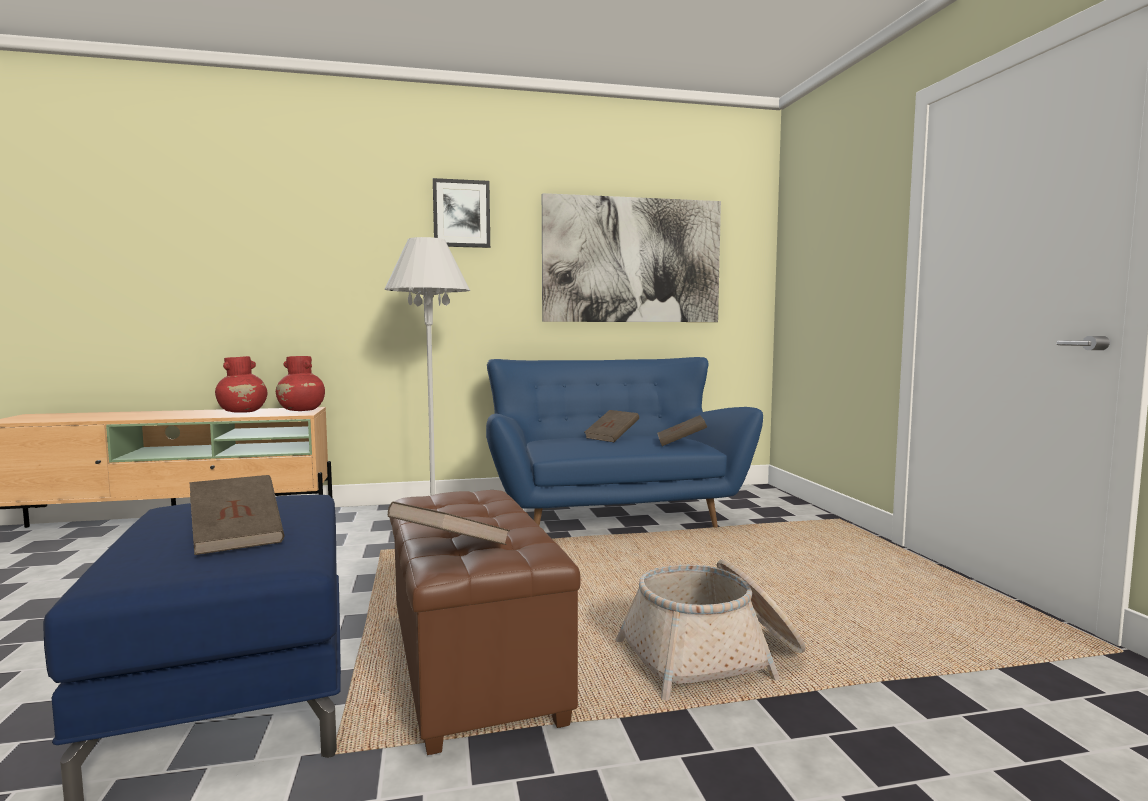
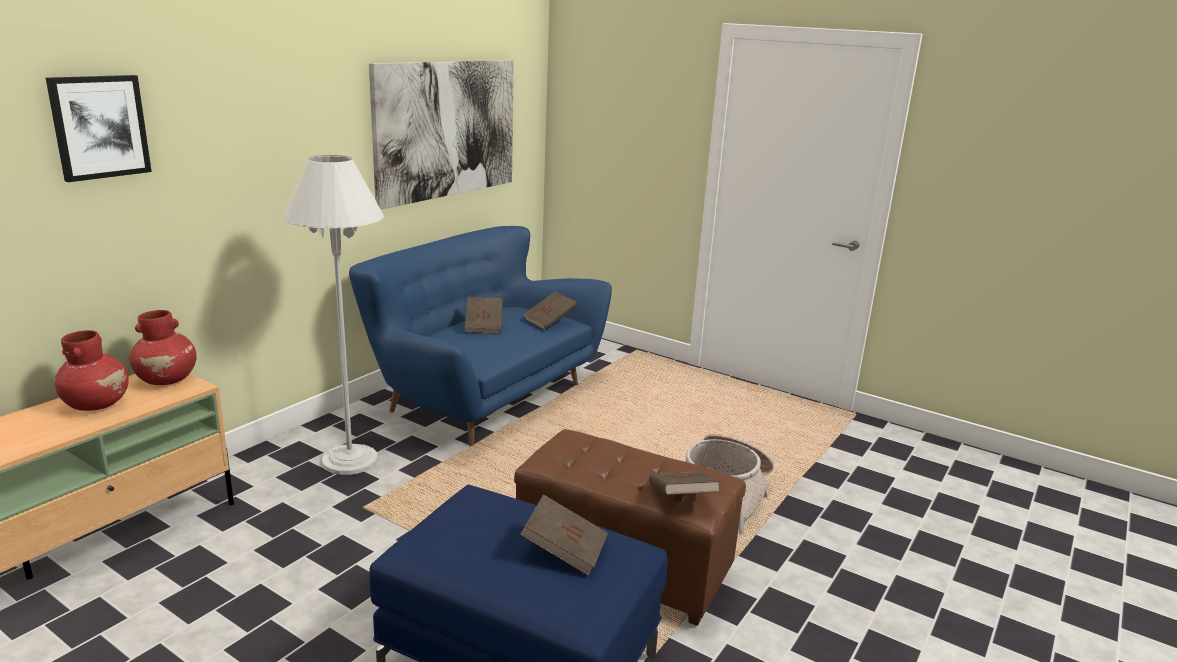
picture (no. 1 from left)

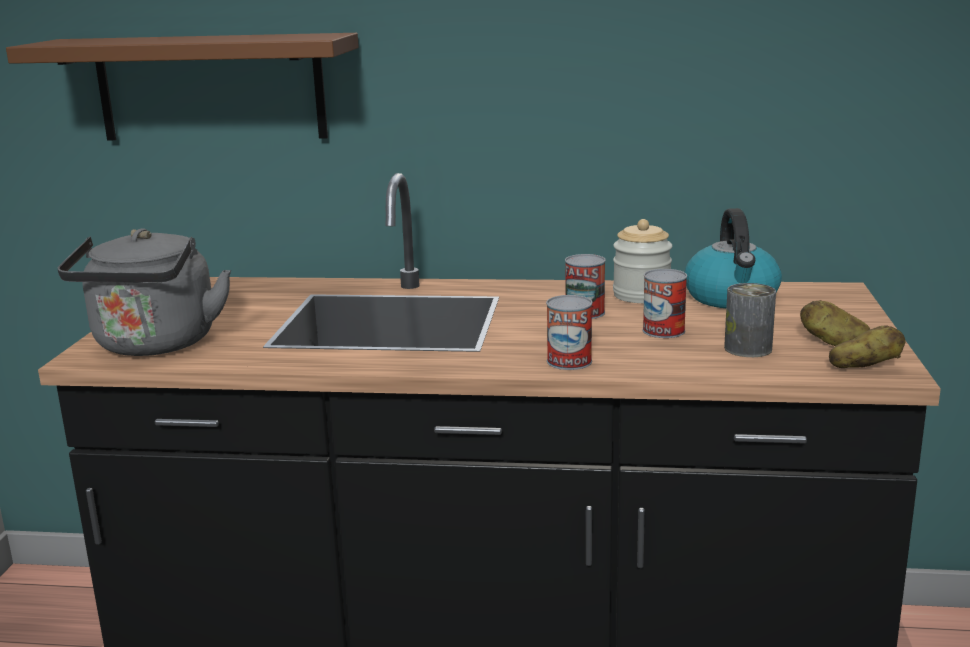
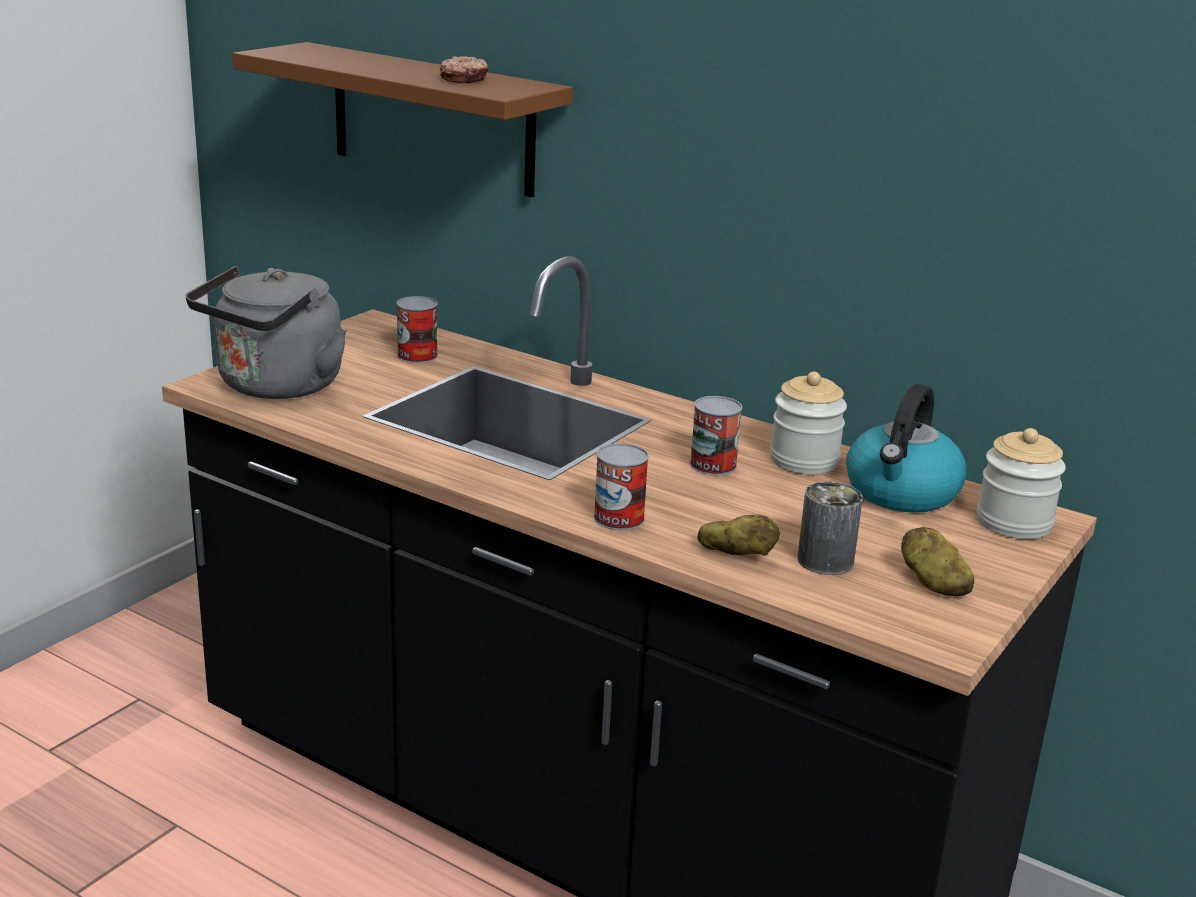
can (no. 1 from left)
donut
potato (no. 1 from left)
jar (no. 2 from left)

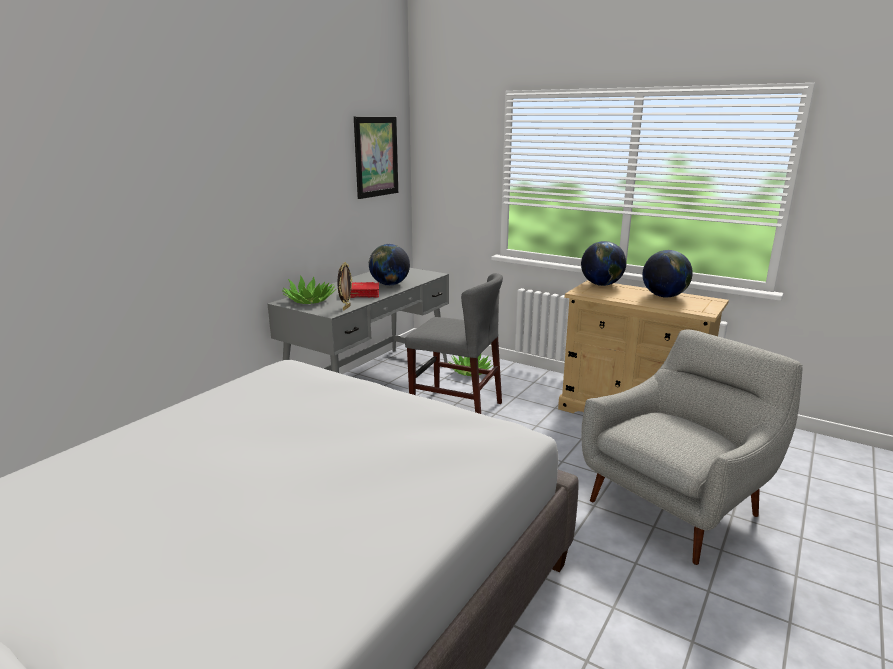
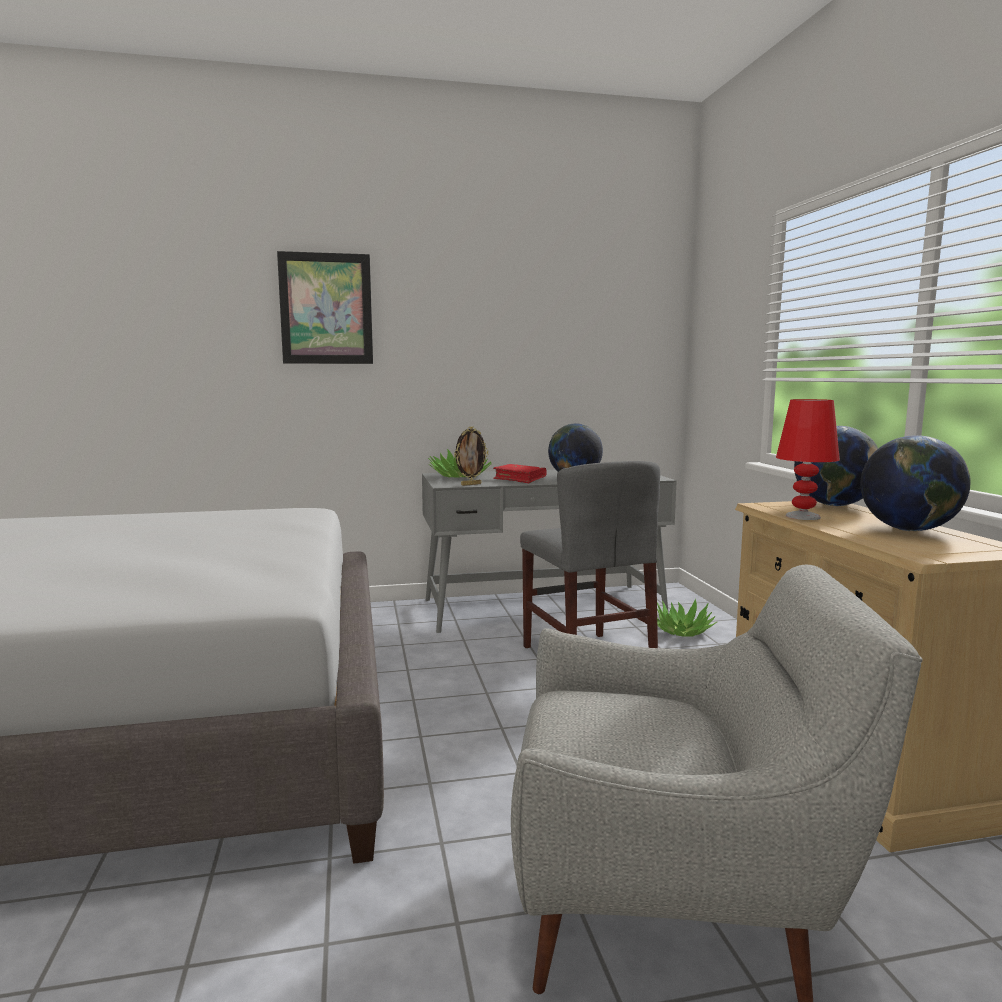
picture
red_table_lamp

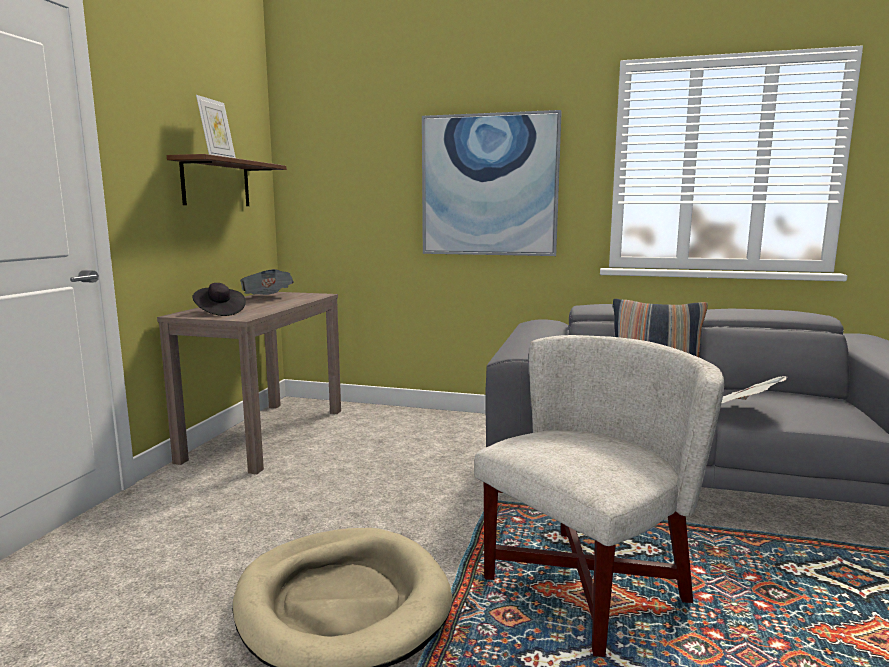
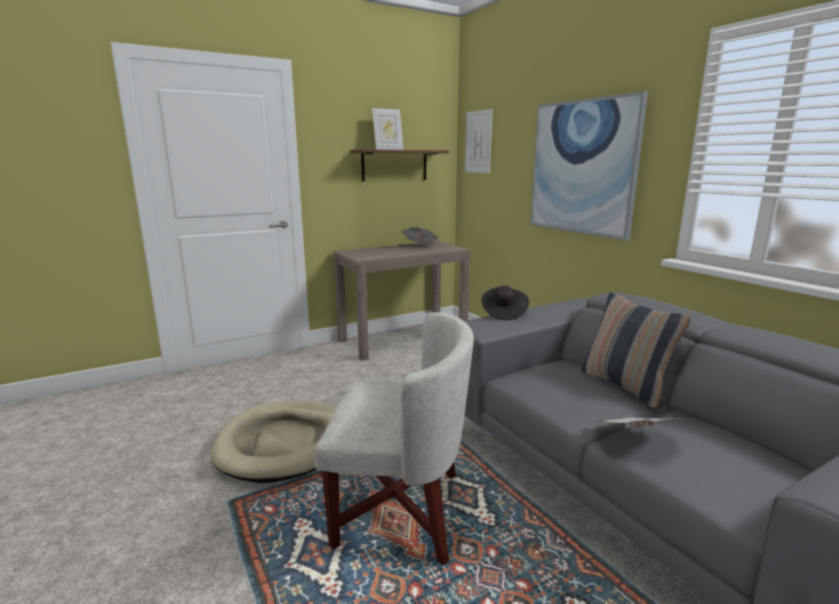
picture (no. 1 from left)
black_hat

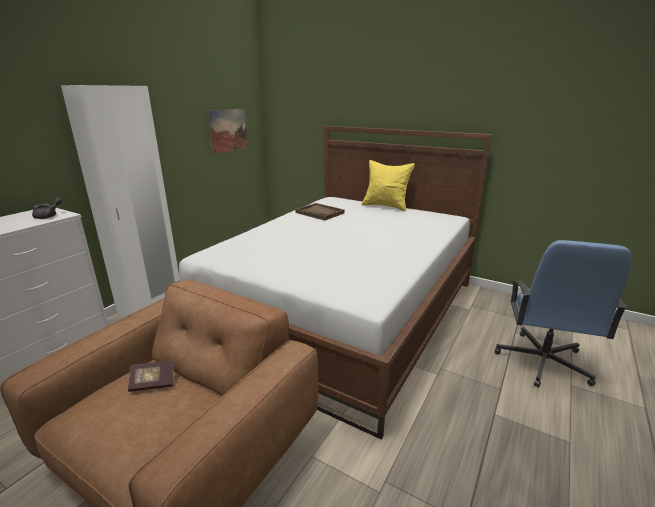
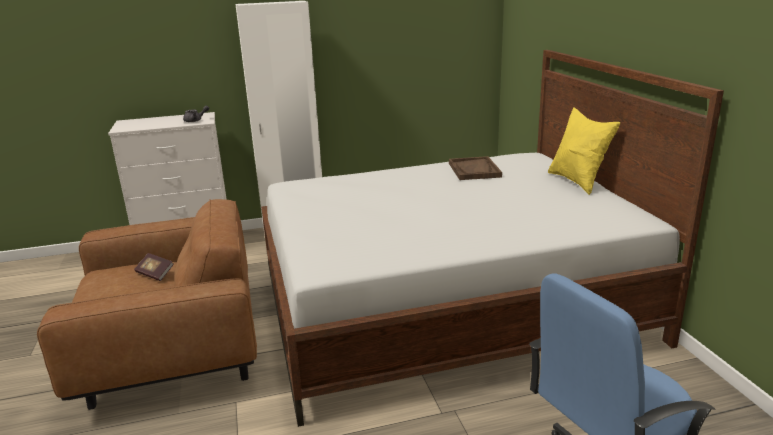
picture

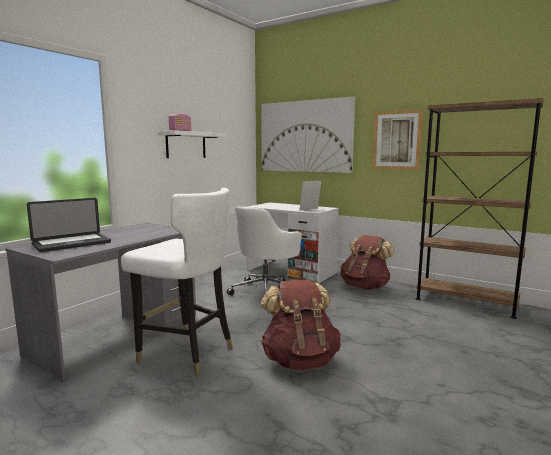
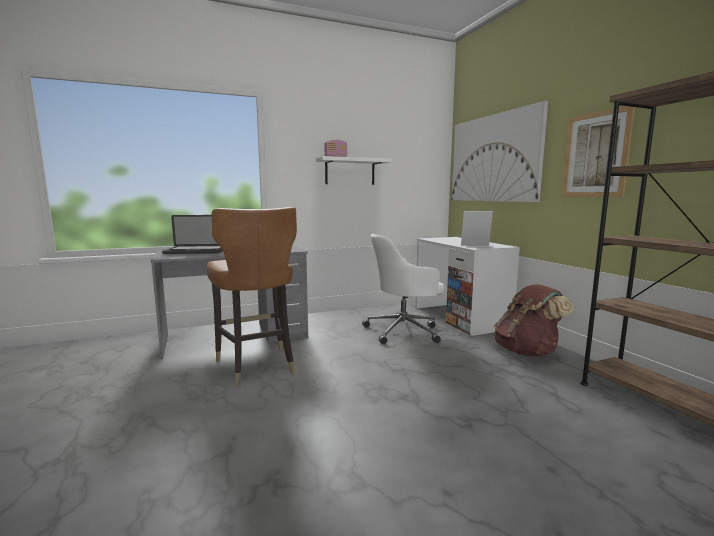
brown_chair
brown_backpack (no. 1 from left in the first image)

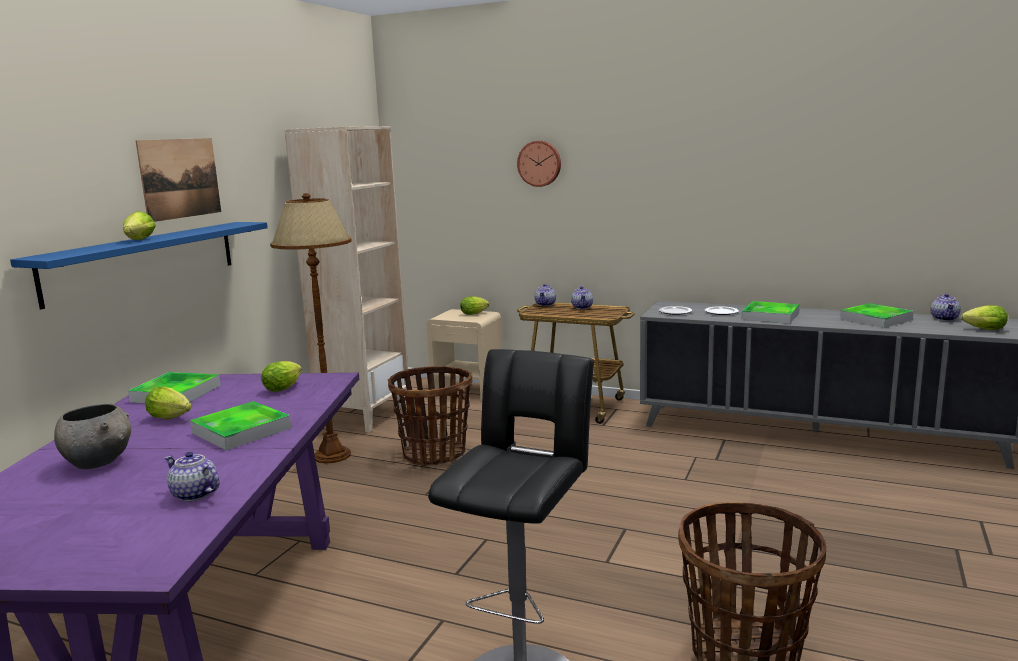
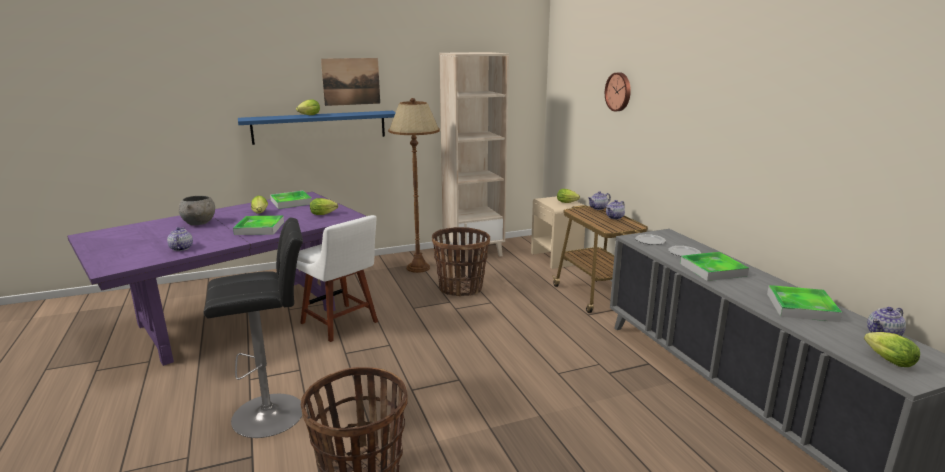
white_chair

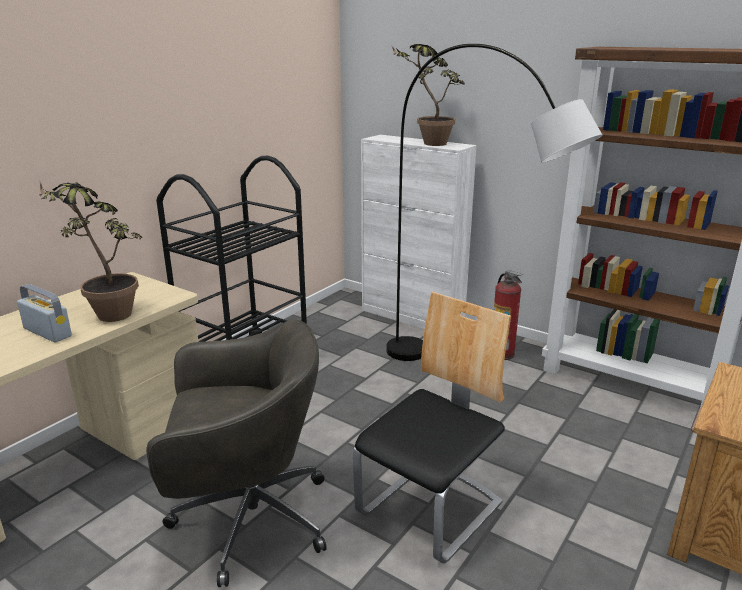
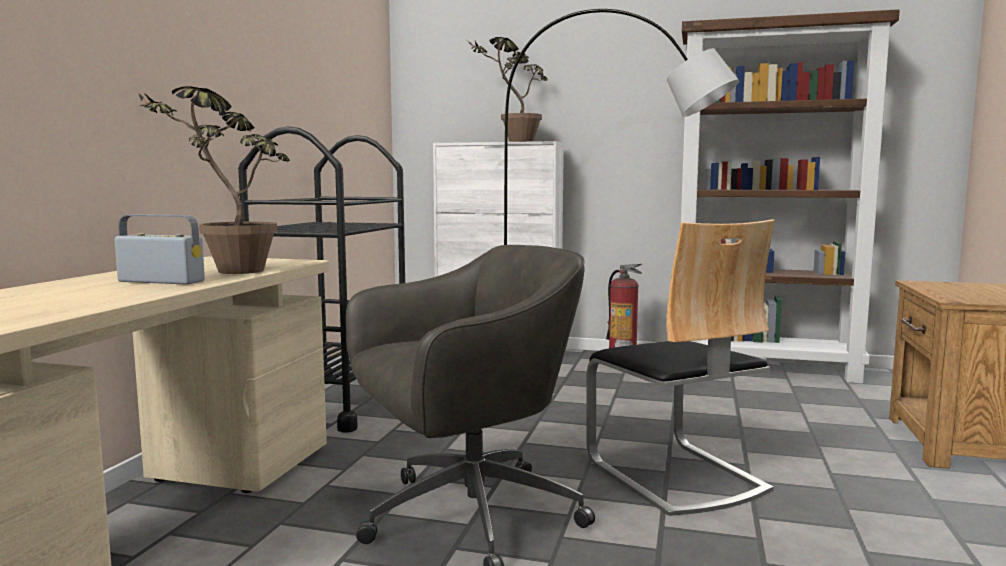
chair

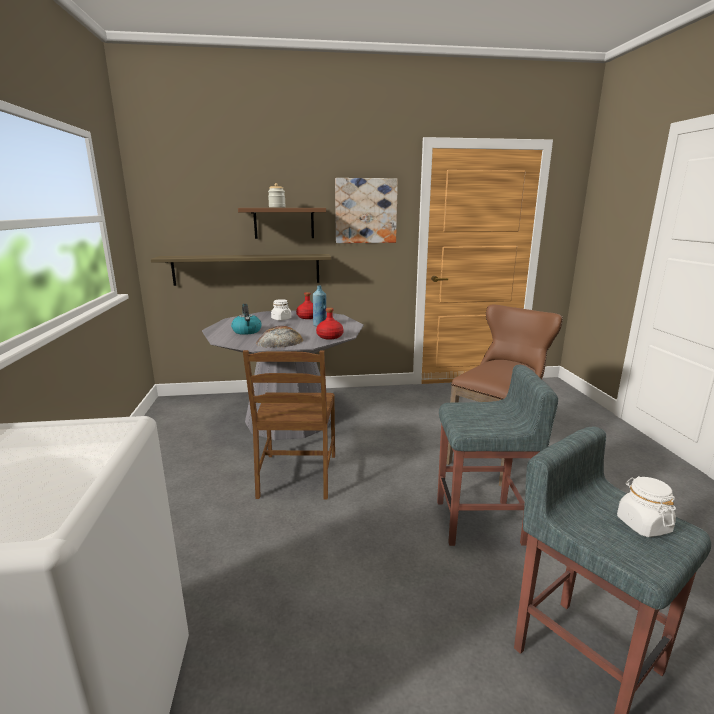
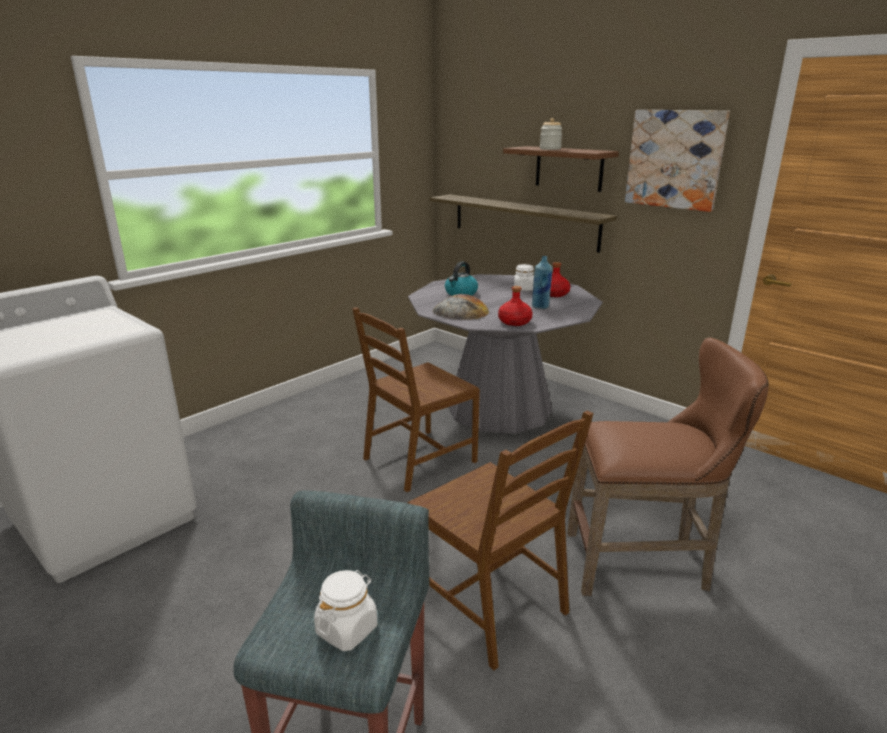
brown_chair (no. 2 from left)

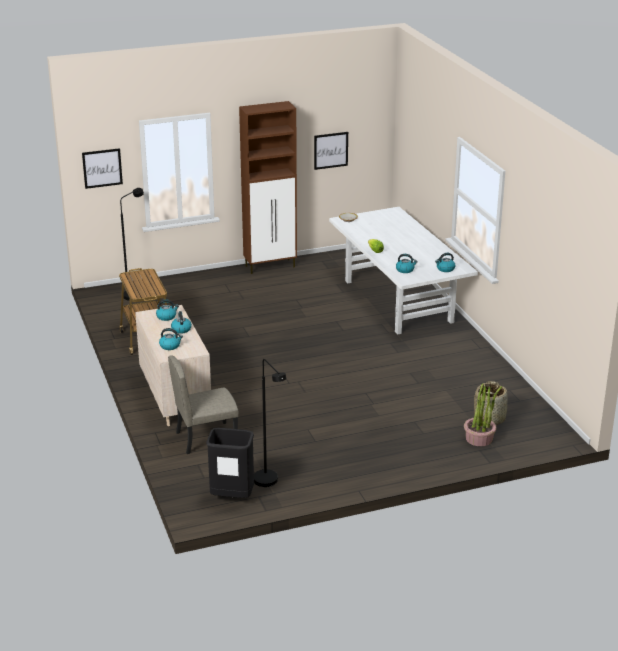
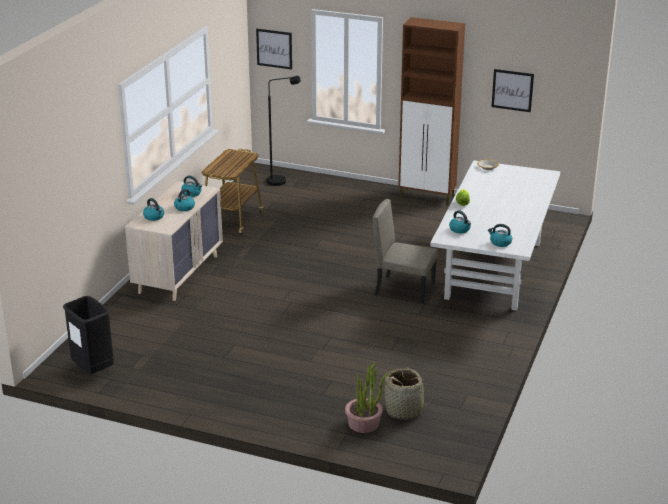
beige_chair
black_floor_lamp (no. 2 from left in the first image)

